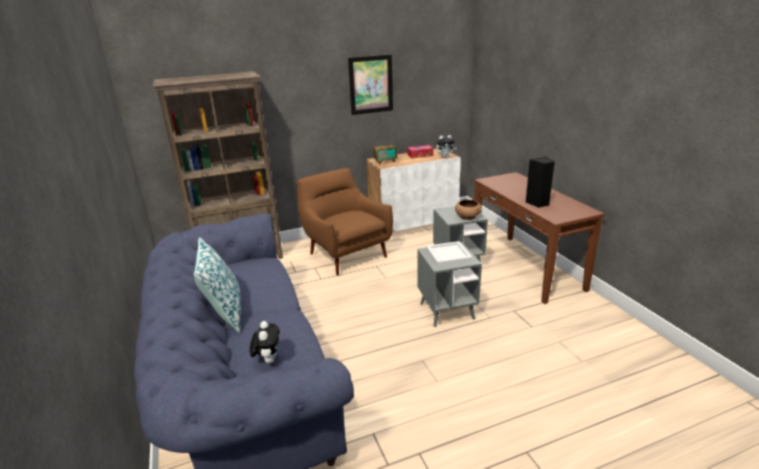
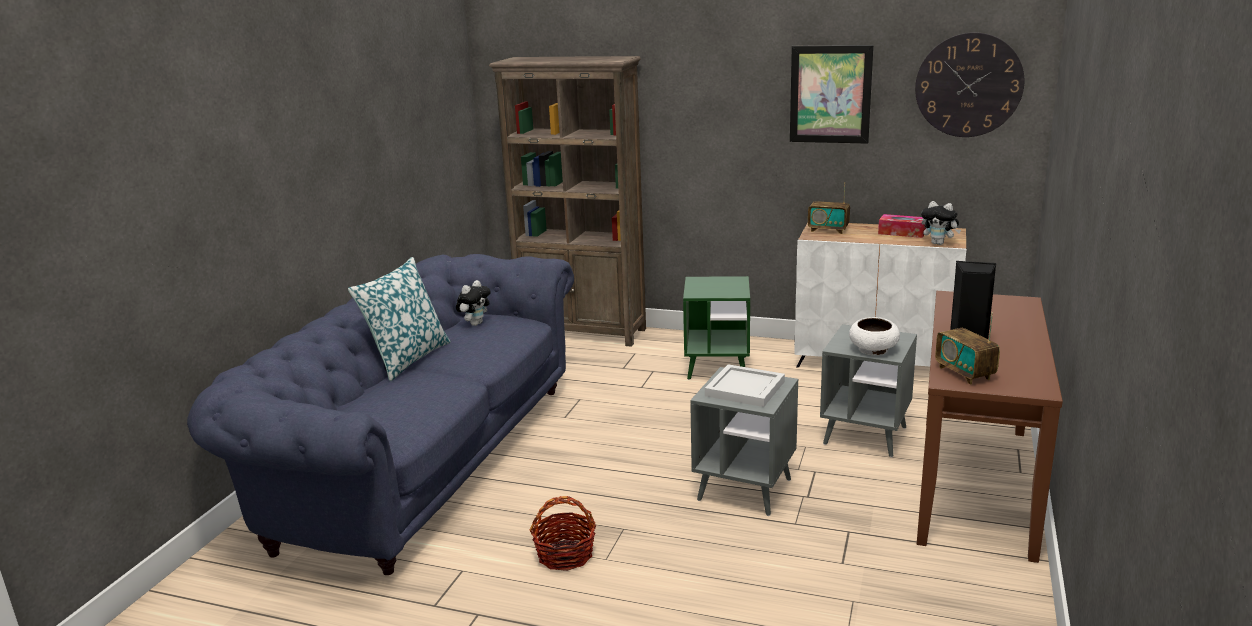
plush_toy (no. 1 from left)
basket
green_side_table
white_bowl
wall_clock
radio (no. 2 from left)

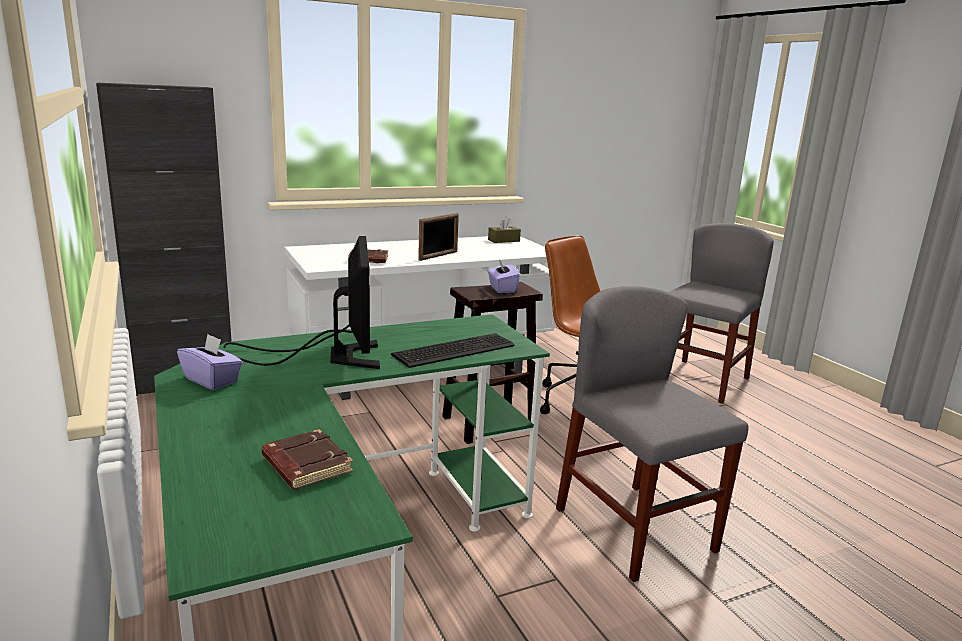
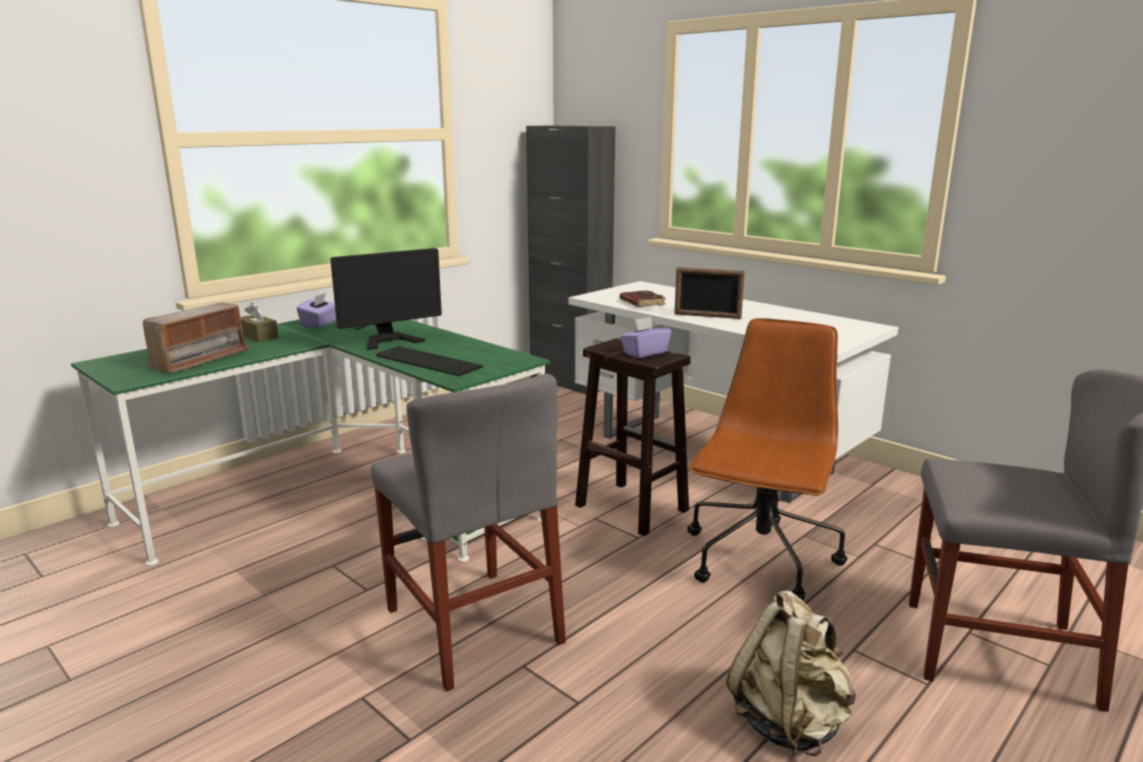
radio
brown_tissue_box
grey_chair (no. 1 from left)
beige_backpack

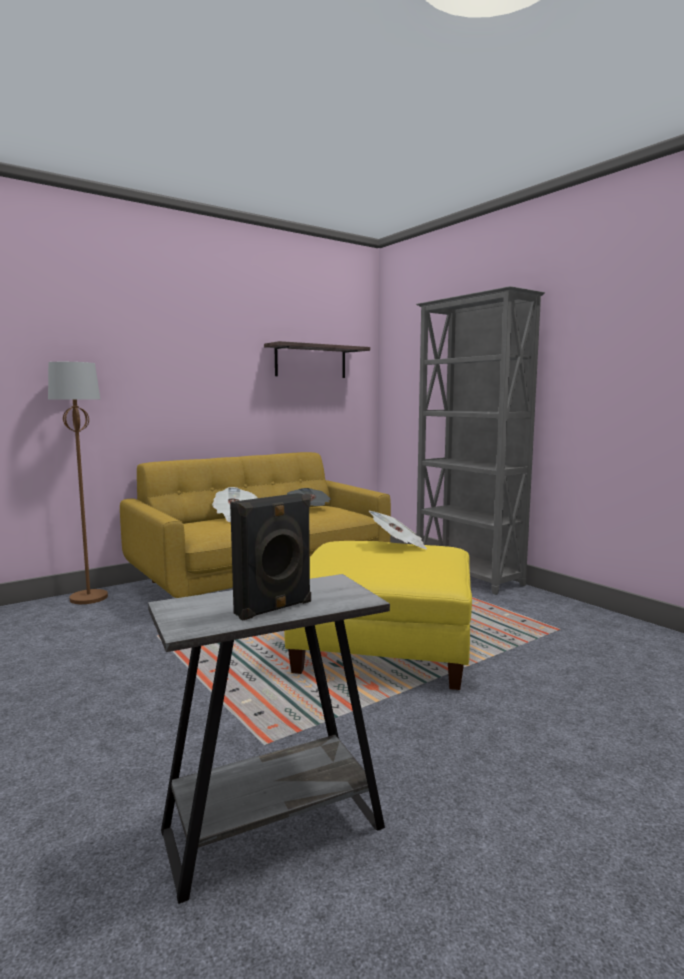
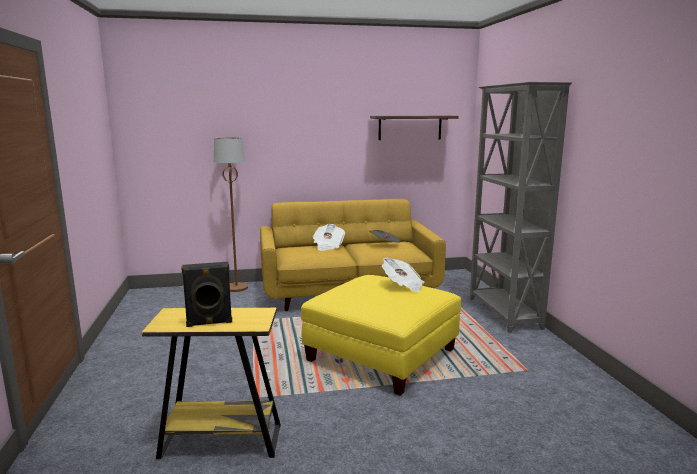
yellow_side_table

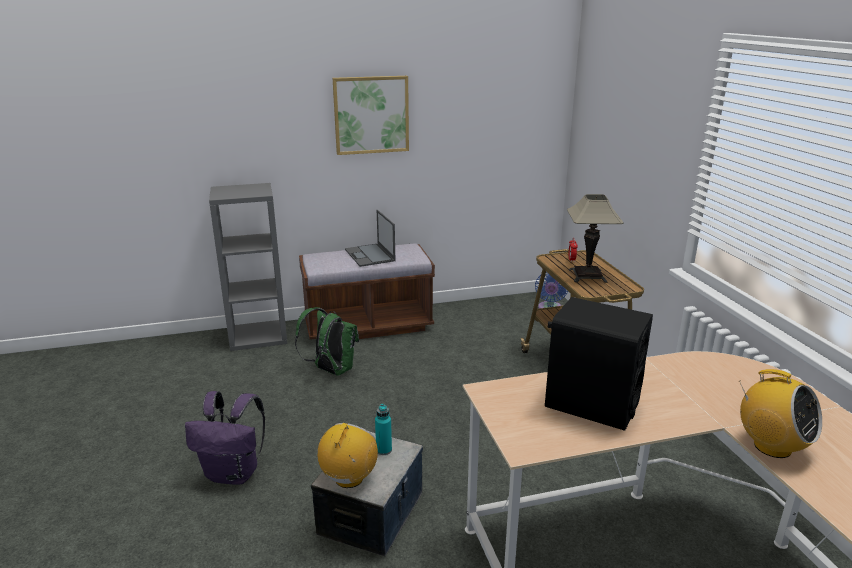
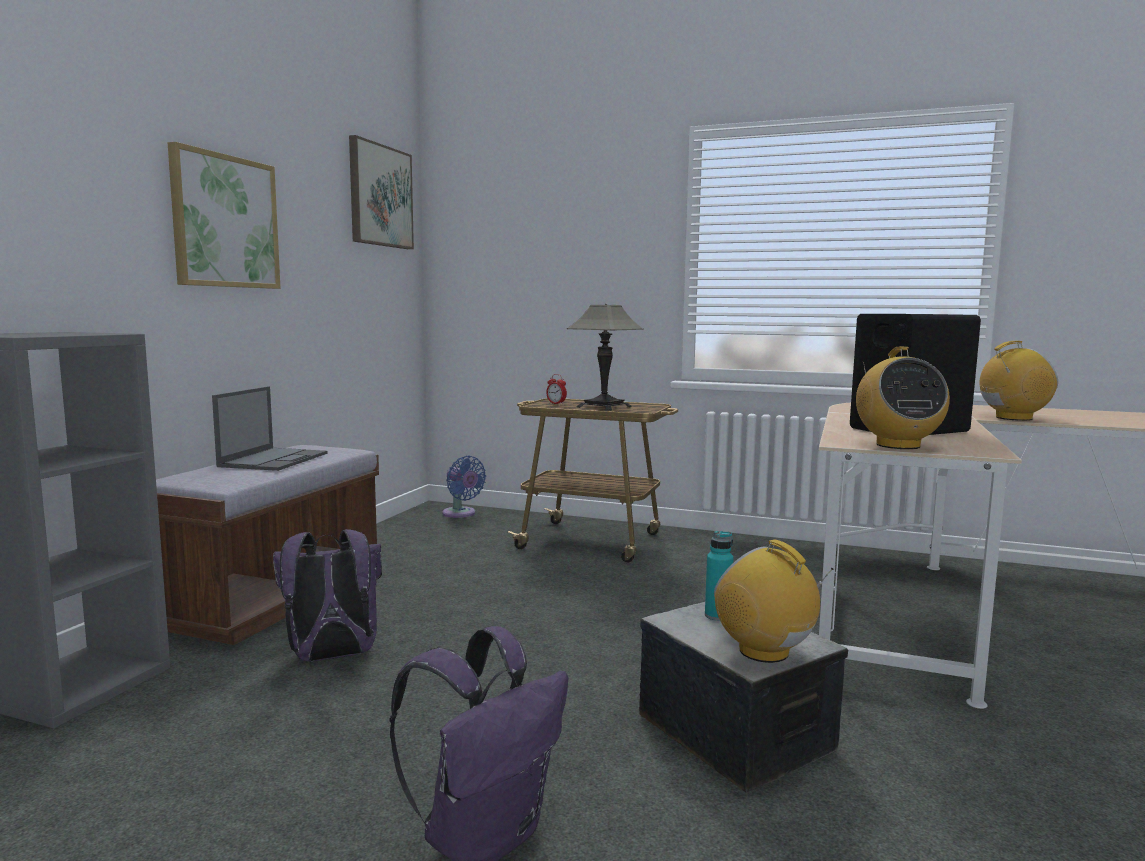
laptop
purple_backpack (no. 1 from left)
picture (no. 2 from left)
radio (no. 2 from left)

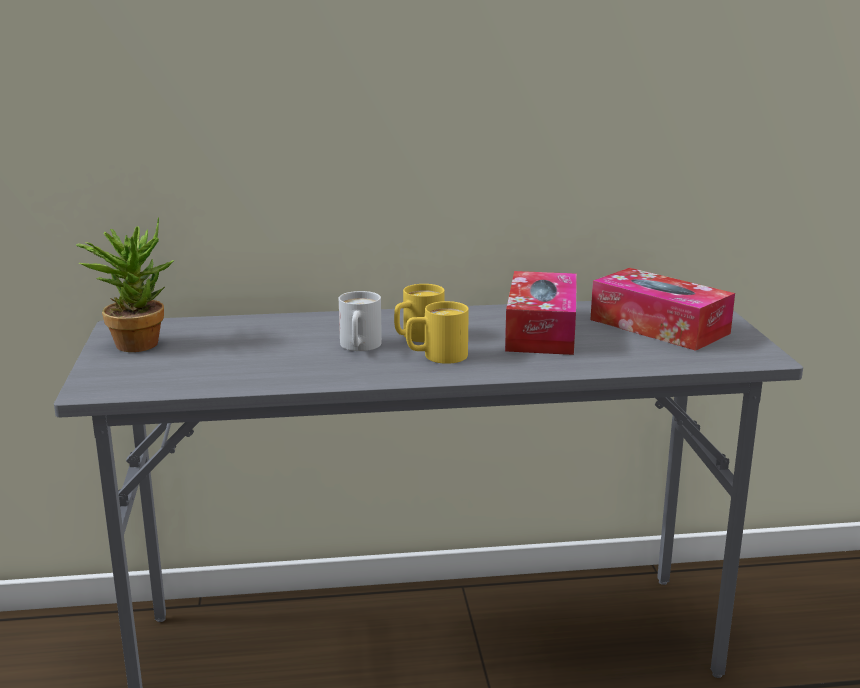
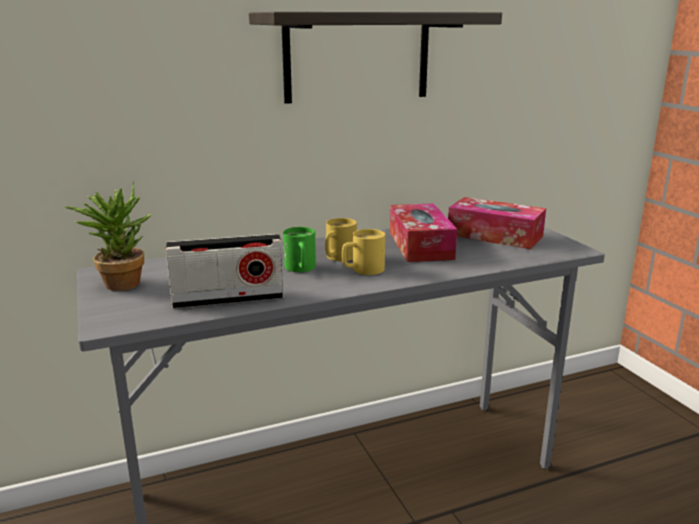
radio
shelf
green_mug

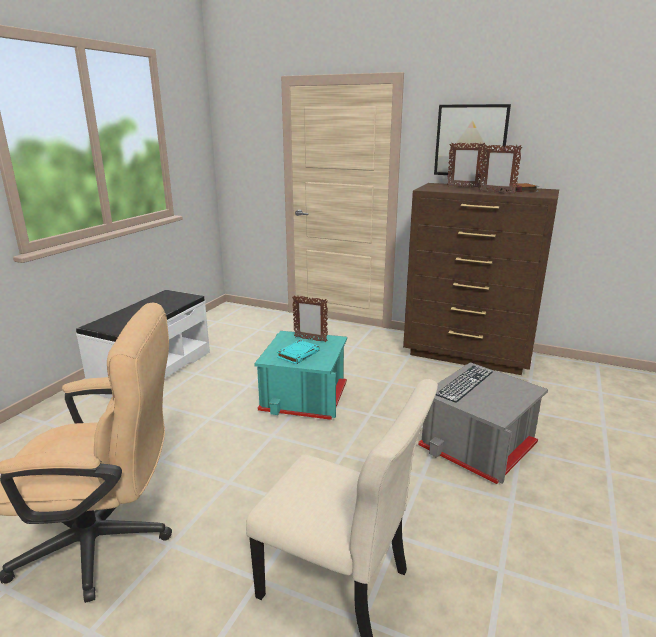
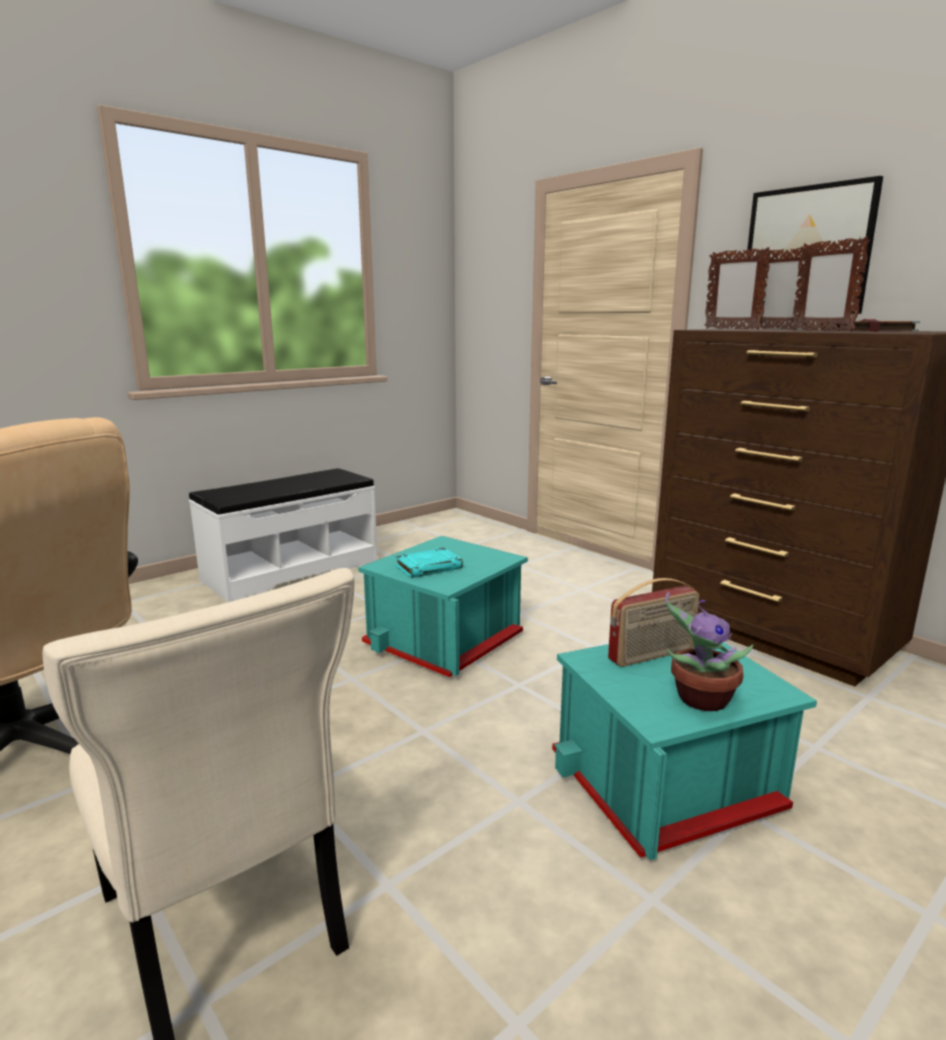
turquoise_storage_box (no. 2 from left)
radio
potted_plant
picture_frame (no. 1 from left)

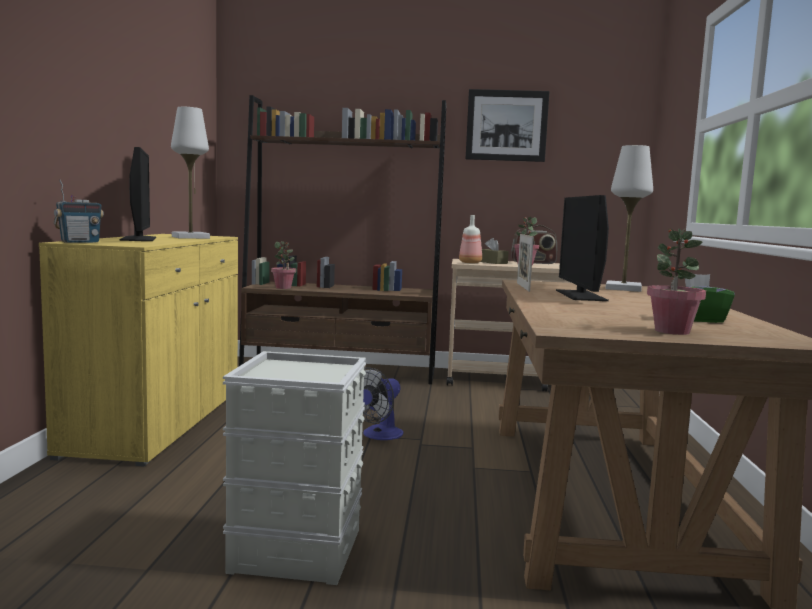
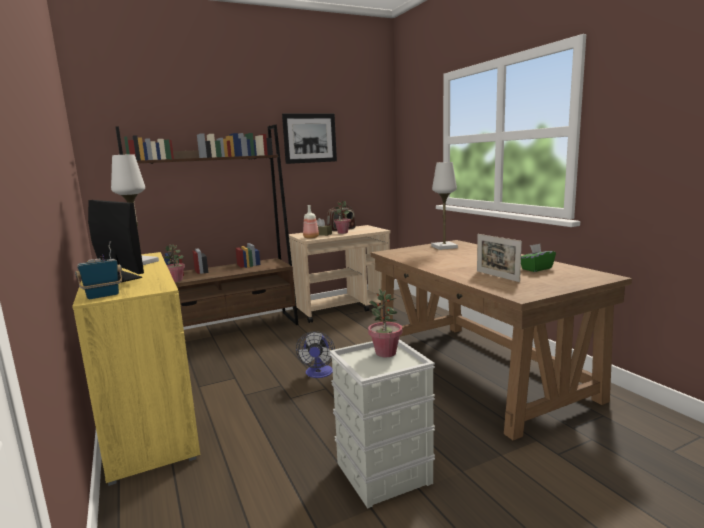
radio (no. 1 from left)
potted_plant (no. 3 from left)
picture_frame
monitor (no. 2 from left in the first image)

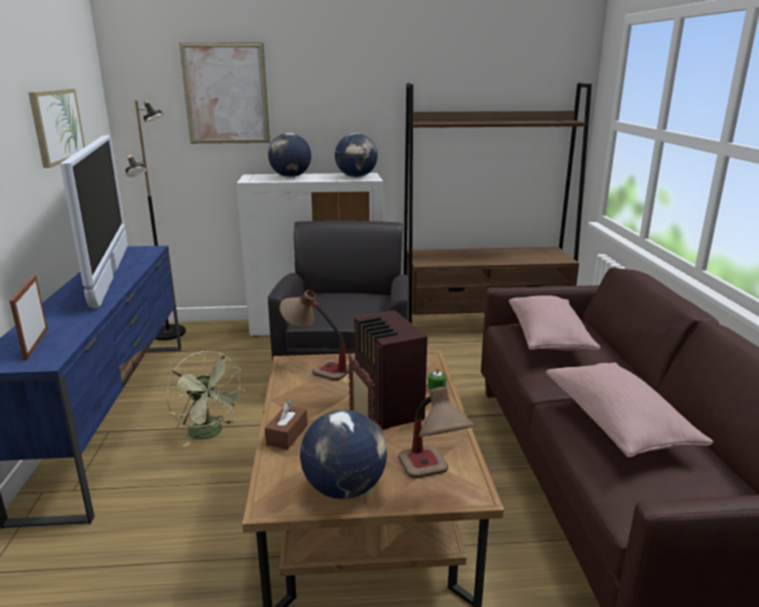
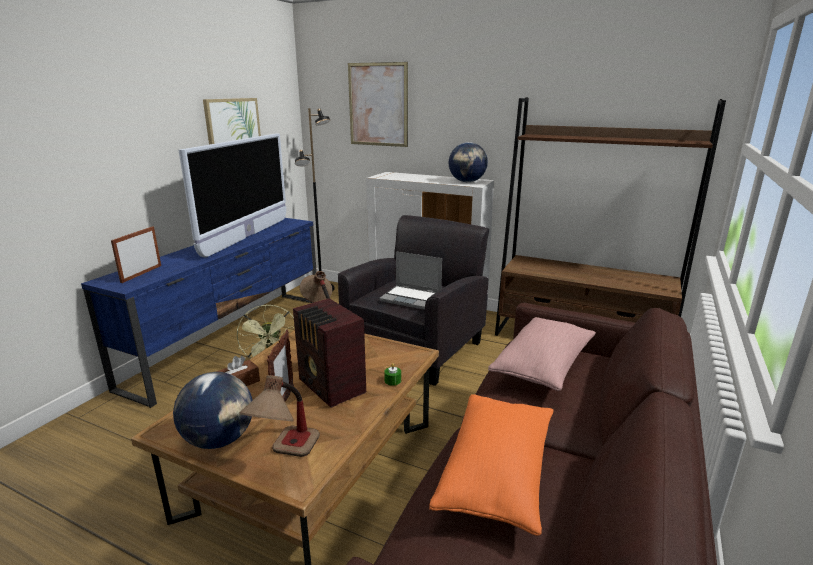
radio
laptop
orange_pillow
globe (no. 1 from left in the first image)

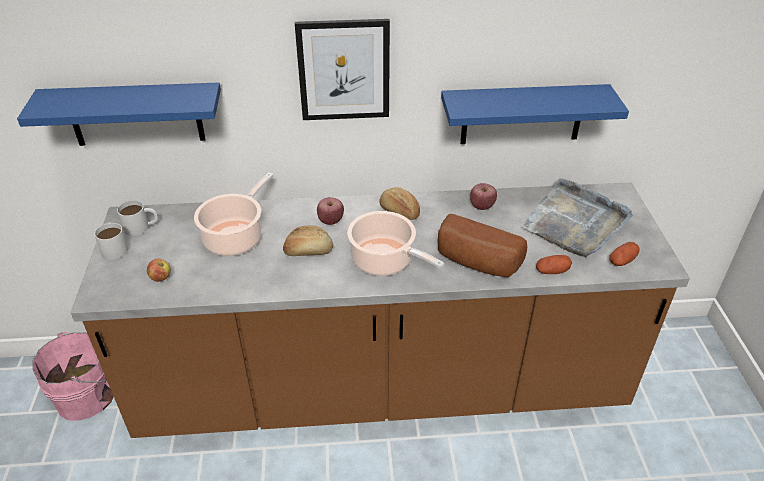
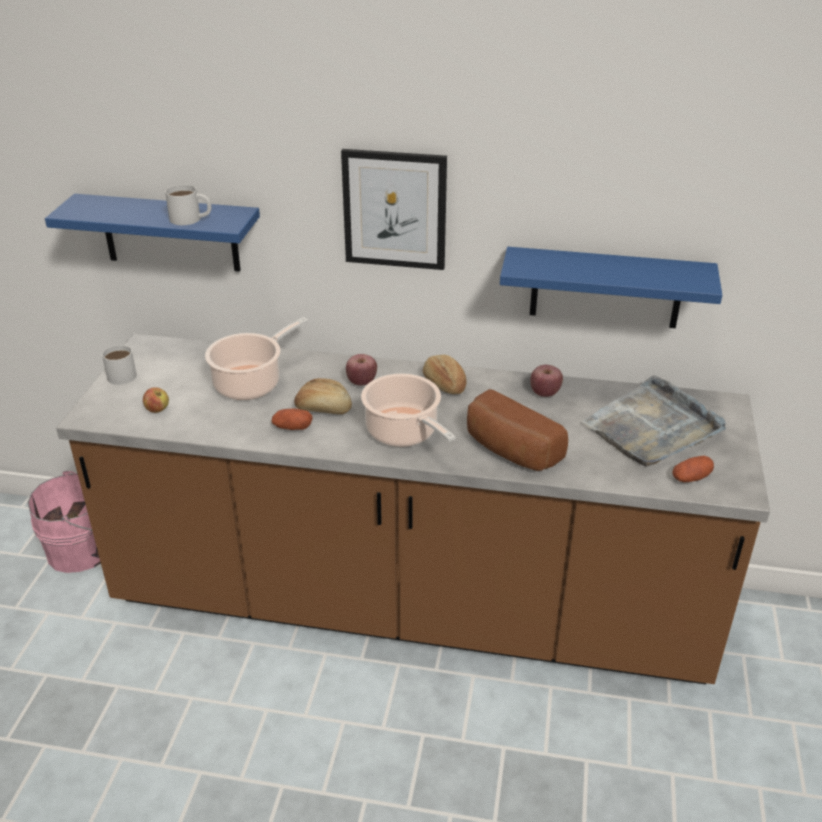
white_mug (no. 2 from left)
potato (no. 1 from left)

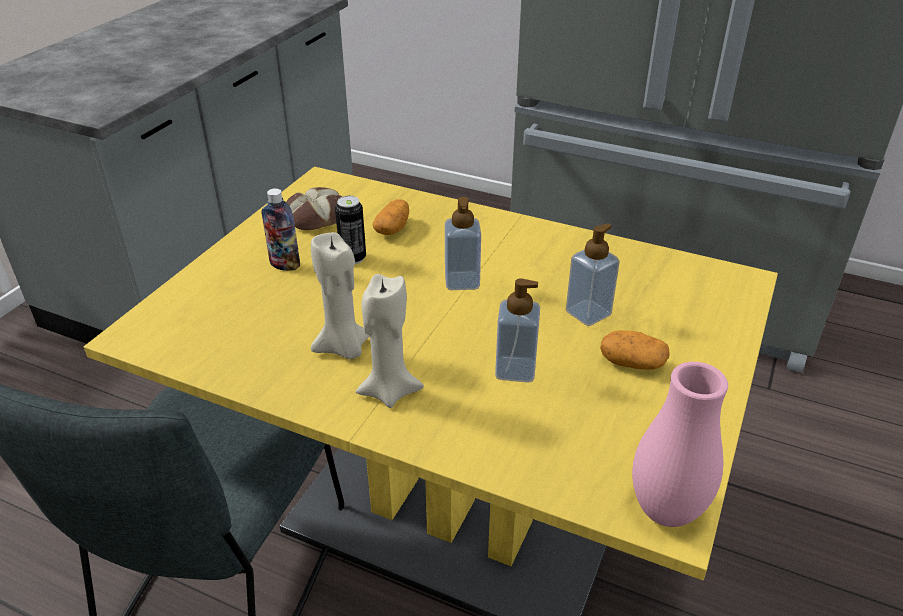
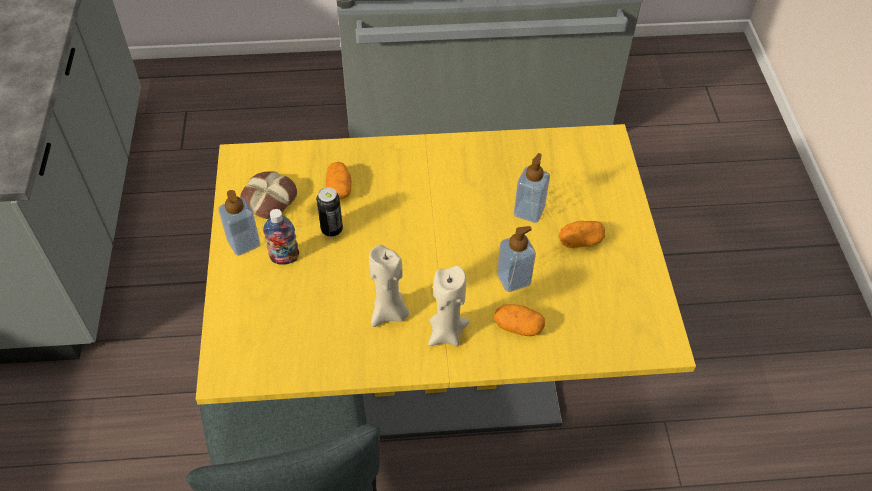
soap_dispenser (no. 1 from left)
potato (no. 2 from left)
pink_vase

